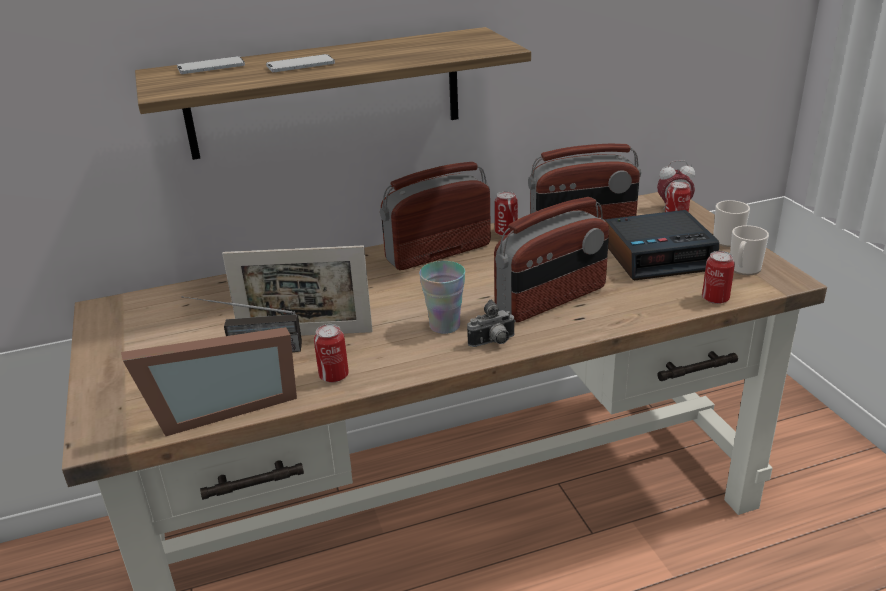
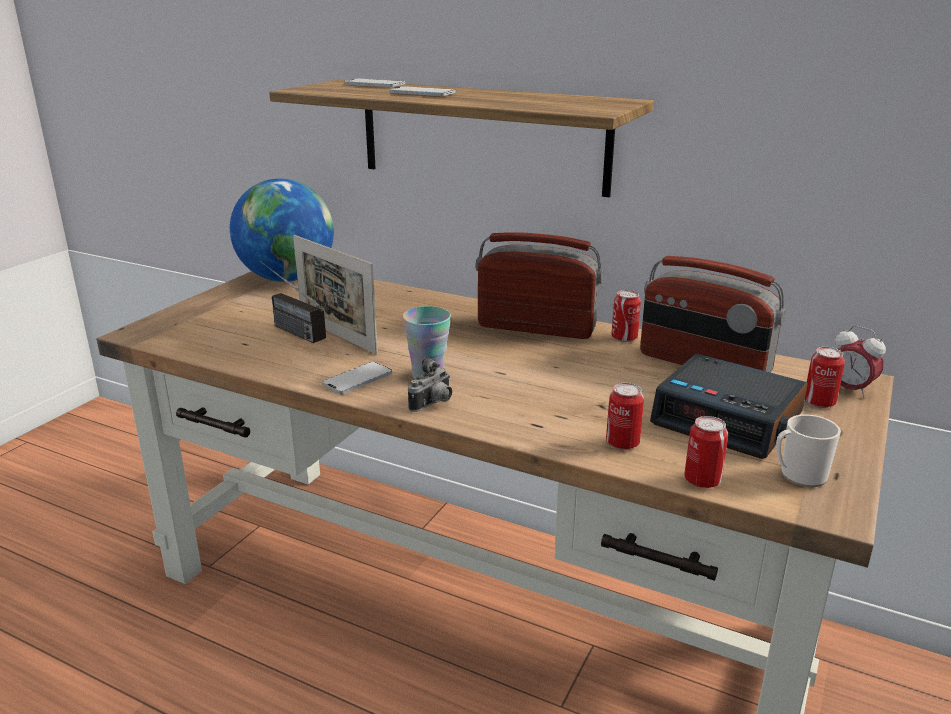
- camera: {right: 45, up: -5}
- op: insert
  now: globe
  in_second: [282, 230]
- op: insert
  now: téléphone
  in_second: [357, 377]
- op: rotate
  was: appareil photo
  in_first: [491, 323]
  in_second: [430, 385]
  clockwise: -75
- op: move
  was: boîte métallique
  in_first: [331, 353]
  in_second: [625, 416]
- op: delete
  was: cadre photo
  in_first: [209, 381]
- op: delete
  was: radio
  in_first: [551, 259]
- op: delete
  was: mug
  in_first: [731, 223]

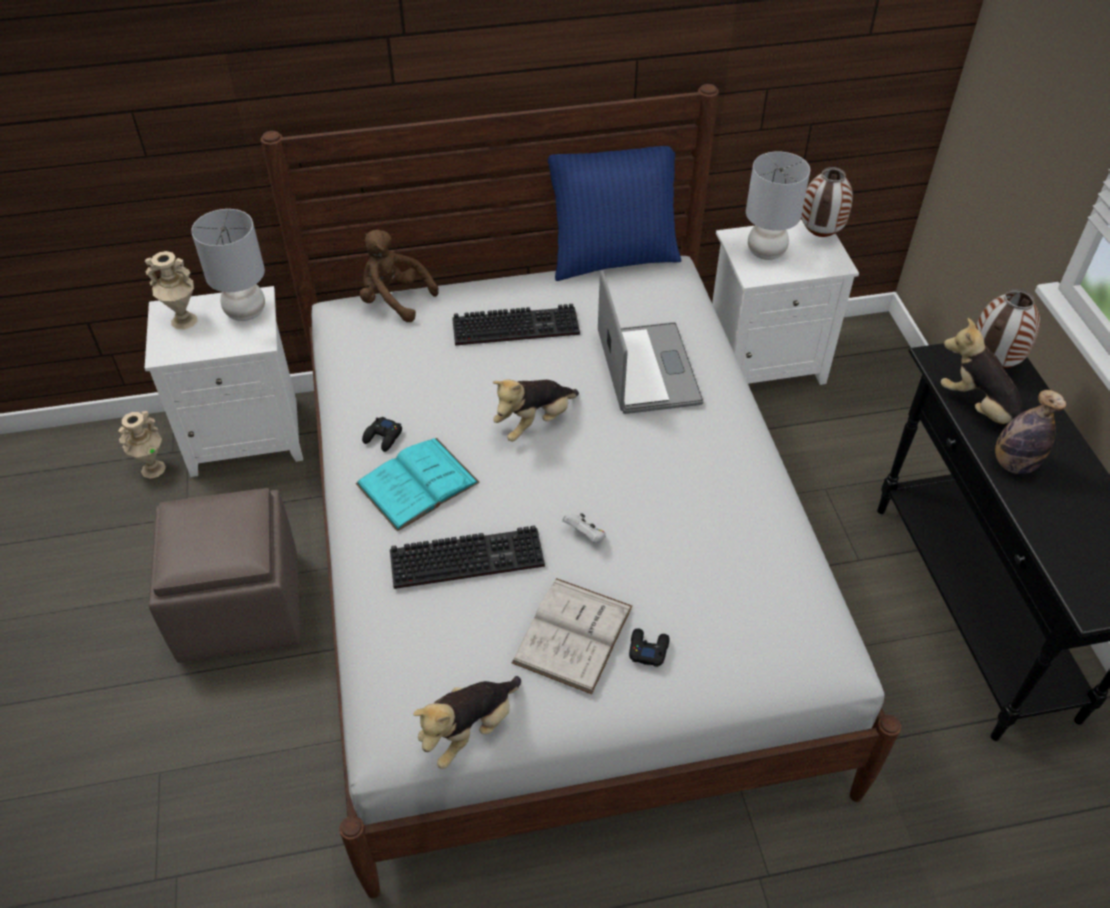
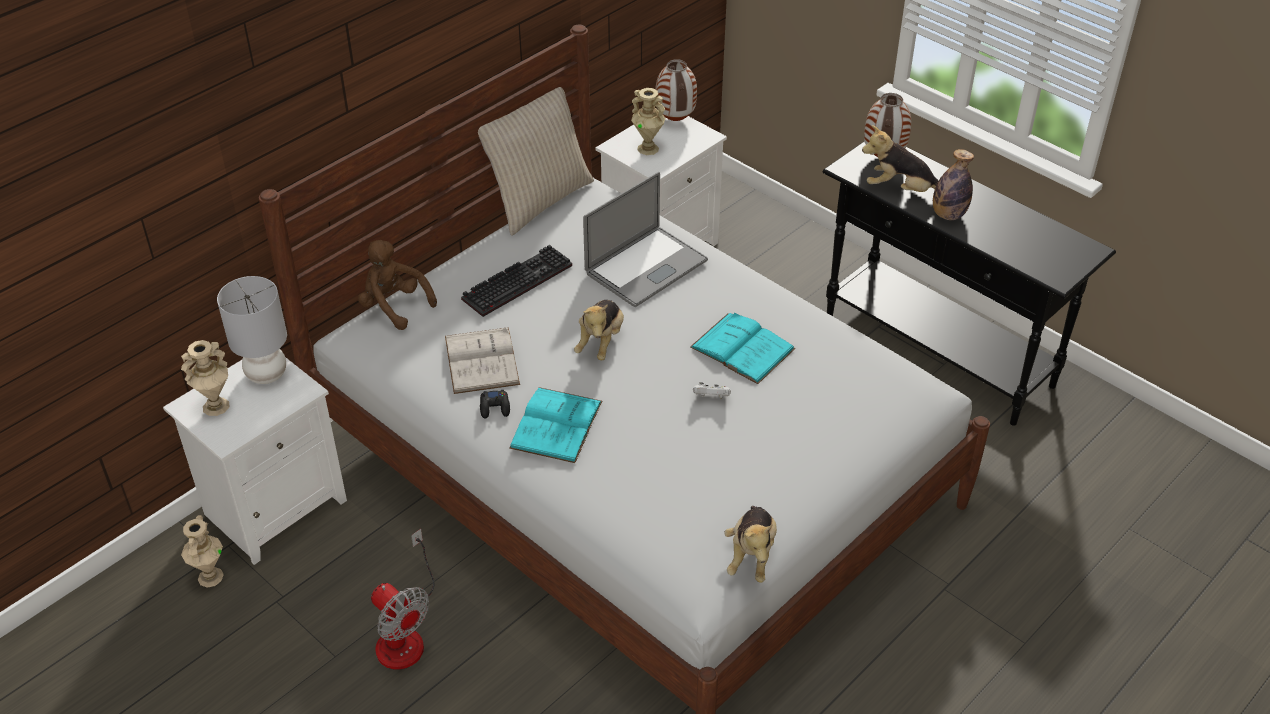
- camera: {right: -35, up: -5}
- op: rotate
  was: peluche (marron)
  in_first: [399, 276]
  in_second: [397, 285]
  clockwise: 45
- op: replace
  was: pouf (marron)
  now: ventilateur
  in_first: [224, 575]
  in_second: [403, 599]
- op: move
  was: livre (blanc)
  in_first: [572, 636]
  in_second: [482, 360]
- op: recolor
  was: coussin (bleu)
  now: coussin (beige)
  in_first: [615, 213]
  in_second: [536, 161]
- op: rotate
  was: ordinateur portable
  in_first: [650, 342]
  in_second: [645, 239]
  clockwise: 90
- op: replace
  was: lampe de table (gris)
  now: vase (beige)
  in_first: [778, 205]
  in_second: [648, 121]
- op: insert
  now: livre (turquoise)
  in_second: [742, 348]
- op: delete
  was: clavier
  in_first: [467, 557]
- op: delete
  was: manette (noir)
  in_first: [649, 648]

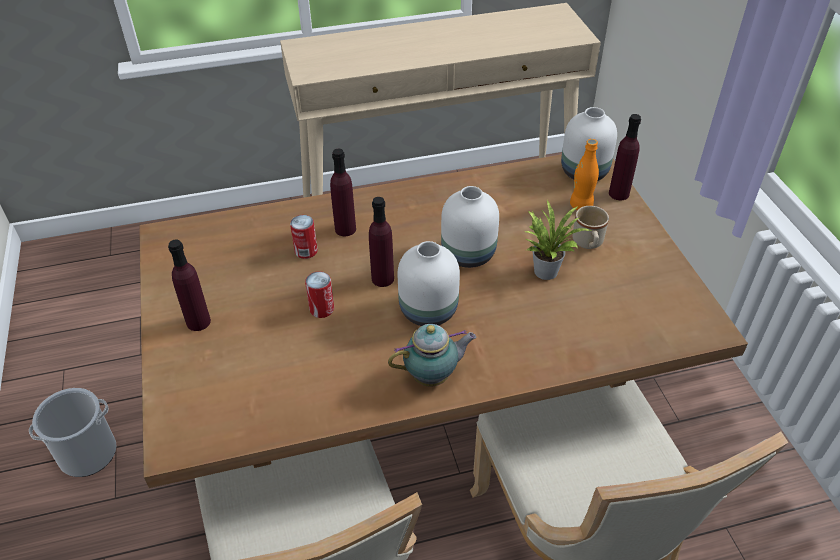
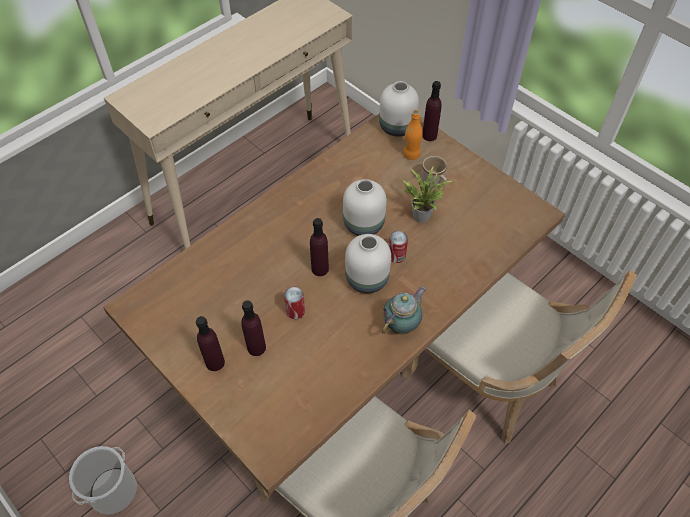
- camera: {right: -30, up: 10}
- op: move
  was: bouteille (violet)
  in_first: [343, 192]
  in_second: [253, 328]
- op: move
  was: boîte métallique
  in_first: [304, 237]
  in_second: [398, 247]

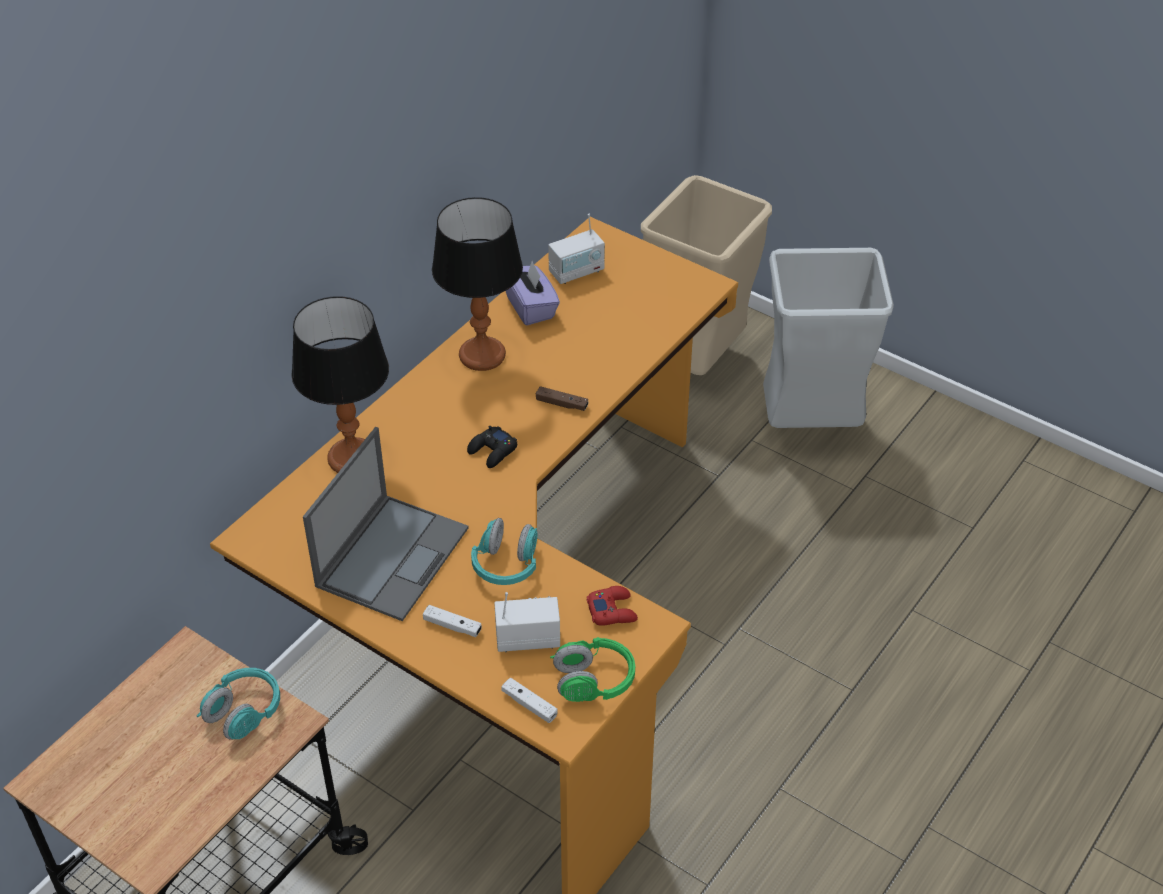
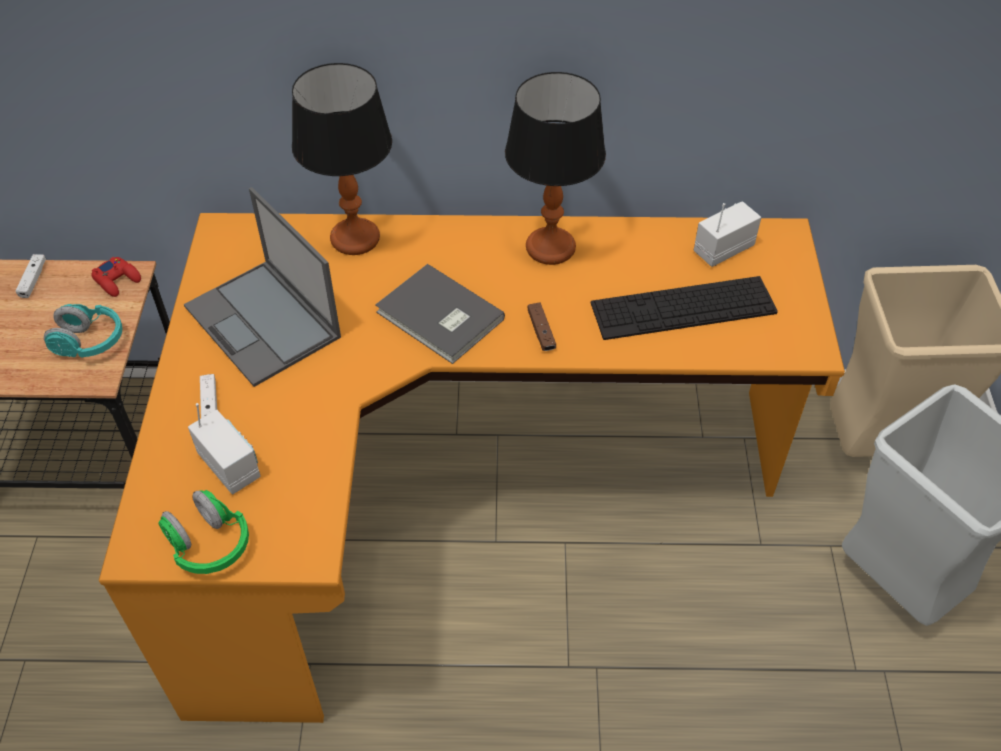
- camera: {right: 55, up: 5}
- op: move
  was: manette (blanc)
  in_first: [530, 700]
  in_second: [30, 276]
- op: move
  was: manette (rouge)
  in_first: [612, 606]
  in_second: [116, 277]
- op: rotate
  was: ordinateur portable
  in_first: [386, 524]
  in_second: [262, 287]
  clockwise: 60
- op: replace
  was: manette (noir)
  now: livre (gris)
  in_first: [492, 447]
  in_second: [440, 314]
- op: insert
  now: clavier
  in_second: [684, 308]
- op: rotate
  was: radio
  in_first: [576, 249]
  in_second: [727, 234]
  clockwise: 120
- op: delete
  was: casque audio (turquoise)
  in_first: [504, 551]
- op: delete
  was: boîte à mouchoirs (violet)
  in_first: [533, 293]

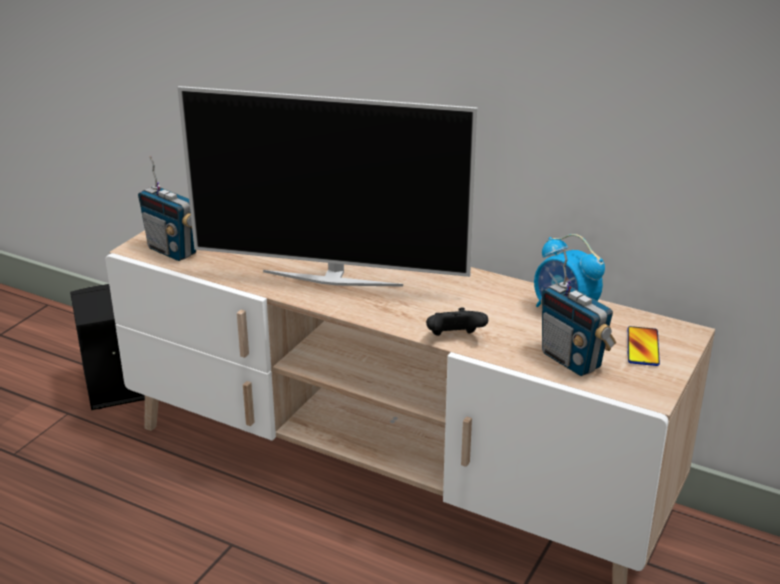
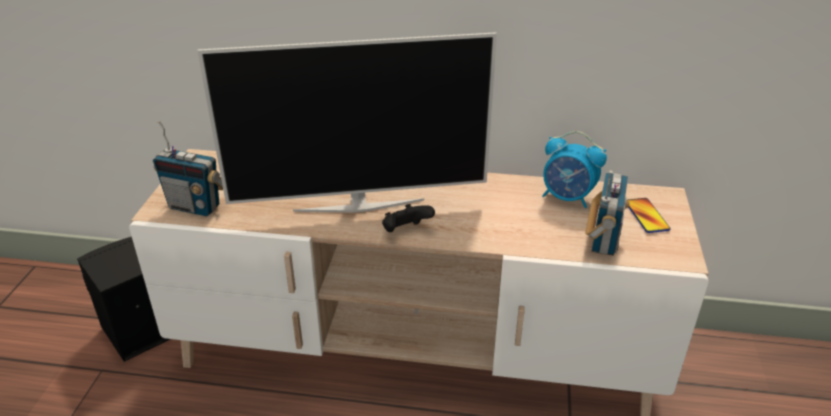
- camera: {right: -20, up: 5}
- op: move
  was: manette (noir)
  in_first: [457, 321]
  in_second: [408, 218]
- op: rotate
  was: radio
  in_first: [578, 312]
  in_second: [607, 213]
  clockwise: -105

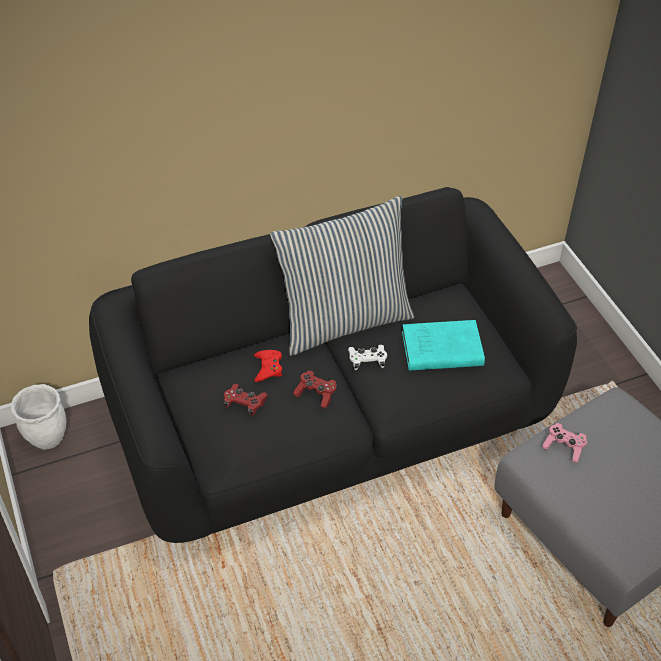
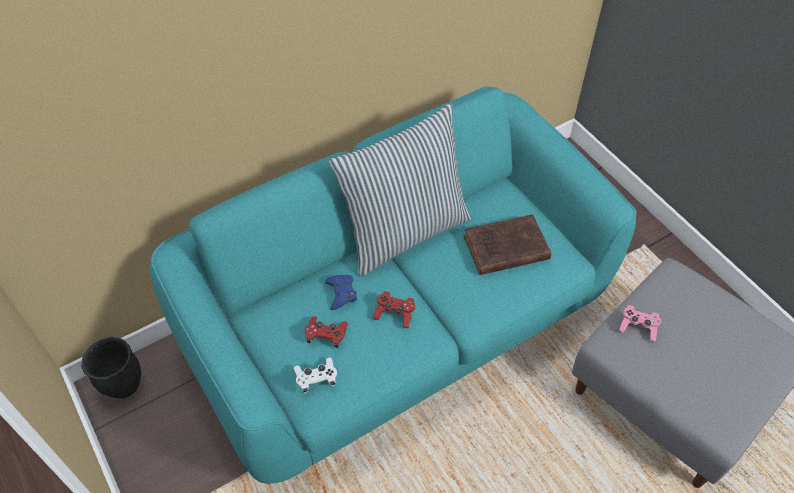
- camera: {right: -10, up: 5}
- op: recolor
  was: cache-pot (blanc)
  now: cache-pot (noir)
  in_first: [38, 417]
  in_second: [111, 368]
- op: recolor
  was: canapé (noir)
  now: canapé (turquoise)
  in_first: [333, 365]
  in_second: [393, 285]
- op: move
  was: manette (blanc)
  in_first: [367, 357]
  in_second: [315, 375]
- op: recolor
  was: manette (rouge)
  now: manette (bleu)
  in_first: [268, 366]
  in_second: [341, 292]
- op: recolor
  was: livre (turquoise)
  now: livre (marron)
  in_first: [443, 345]
  in_second: [507, 244]

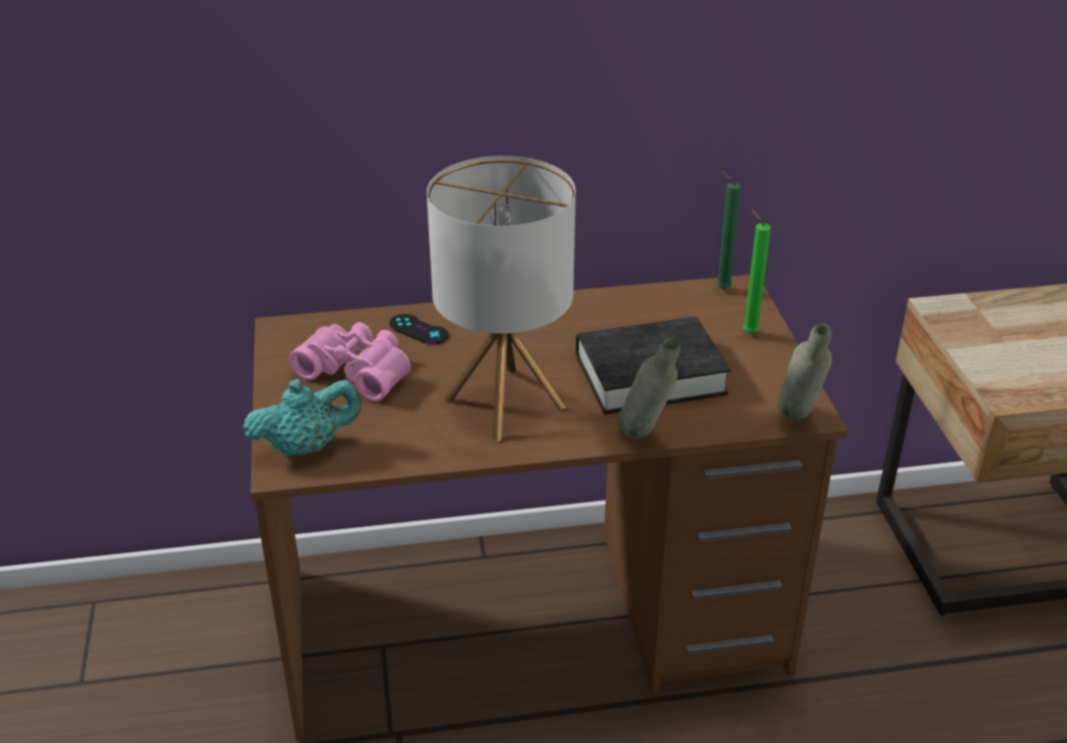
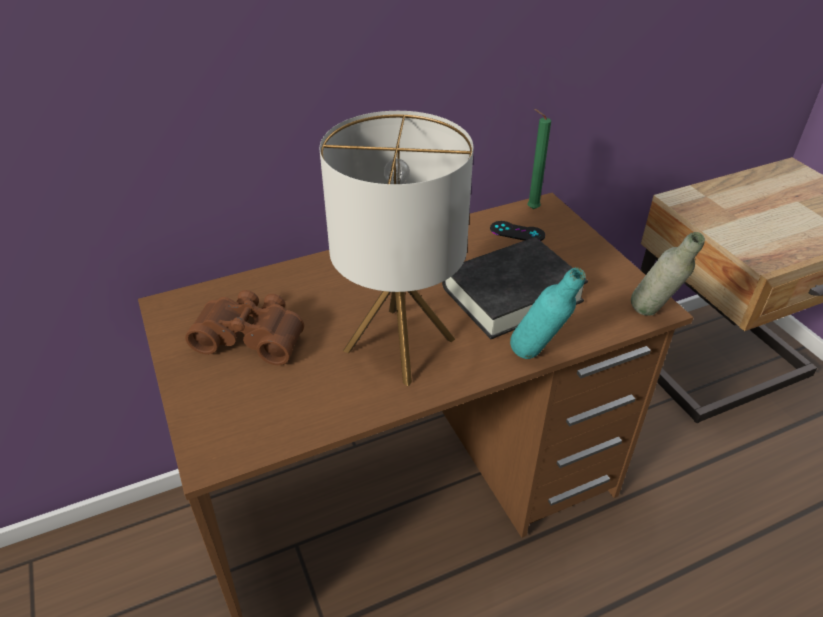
- camera: {right: -15, up: 5}
- op: recolor
  was: jumelles (rose)
  now: jumelles (marron)
  in_first: [349, 362]
  in_second: [244, 327]
- op: move
  was: manette (noir)
  in_first: [419, 329]
  in_second: [517, 231]
- op: recolor
  was: bouteille (gris)
  now: bouteille (turquoise)
  in_first: [649, 388]
  in_second: [548, 313]
- op: delete
  was: théière (turquoise)
  in_first: [302, 418]
- op: delete
  was: bougie (vert)
  in_first: [757, 271]

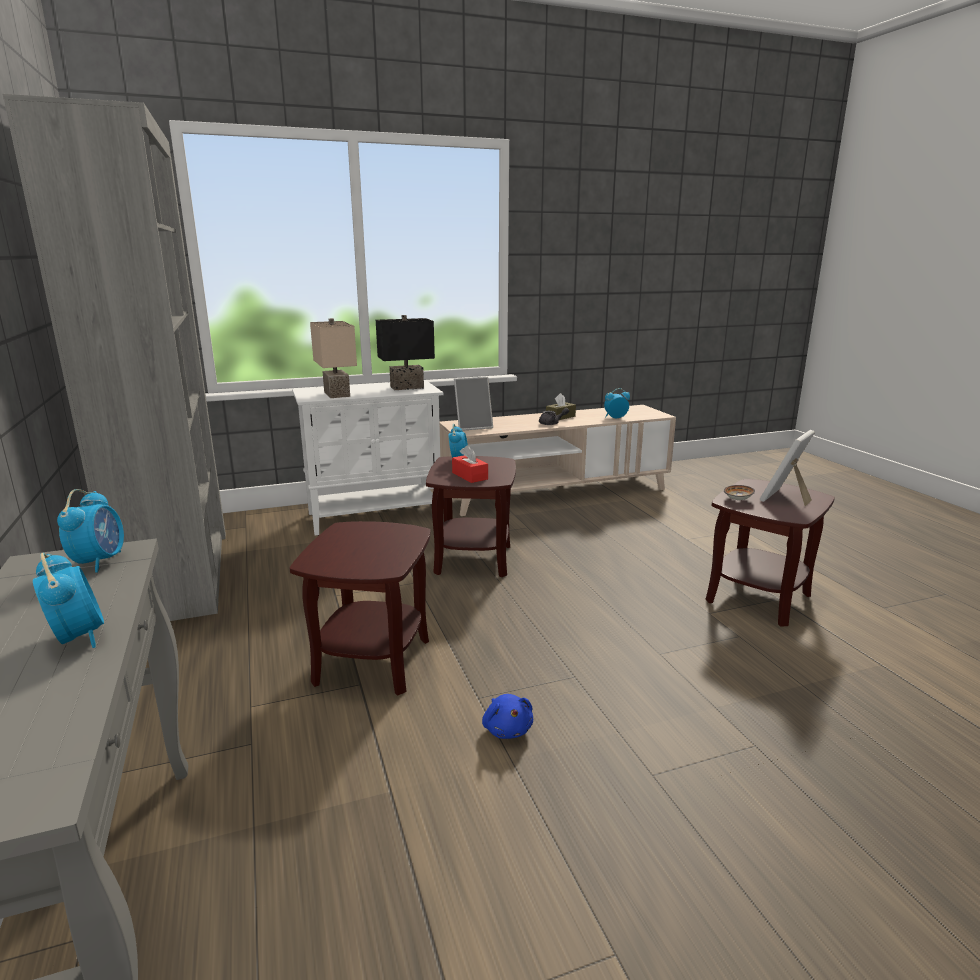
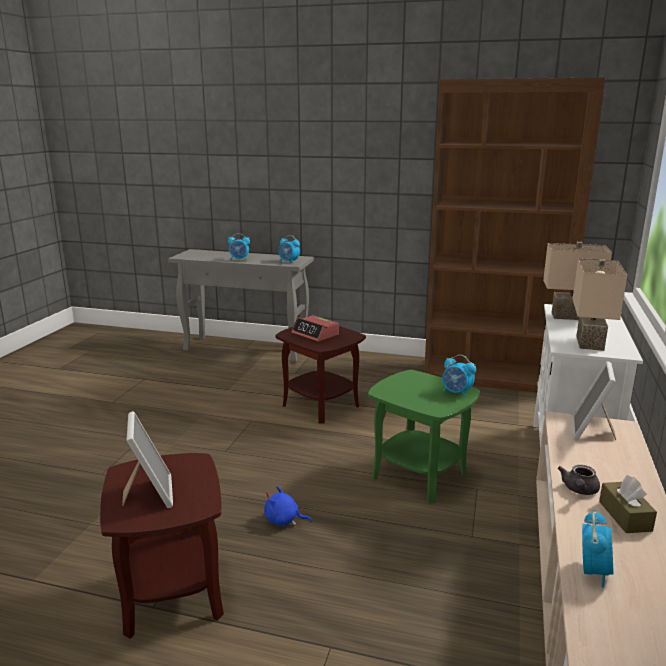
- camera: {right: 125, up: 0}
- op: move
  was: peluche (bleu)
  in_first: [507, 716]
  in_second: [288, 506]
- op: insert
  now: réveil
  in_second: [315, 328]
- op: recolor
  was: table d'appoint (marron)
  now: table d'appoint (vert)
  in_first: [471, 516]
  in_second: [424, 437]
- op: recolor
  was: bibliothèque (gris)
  now: bibliothèque (marron)
  in_first: [114, 357]
  in_second: [514, 235]
- op: recolor
  was: lampe de table (noir)
  now: lampe de table (beige)
  in_first: [405, 352]
  in_second: [600, 304]
- op: delete
  was: boîte à mouchoirs (rouge)
  in_first: [470, 464]
- op: delete
  was: bol
  in_first: [739, 493]

